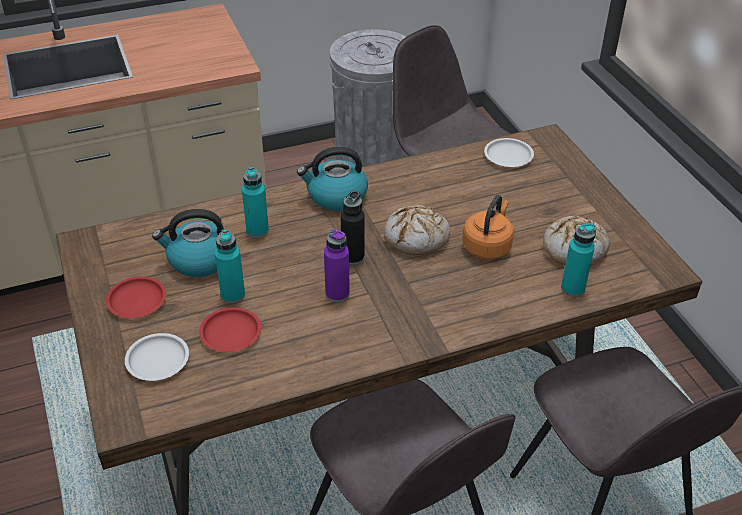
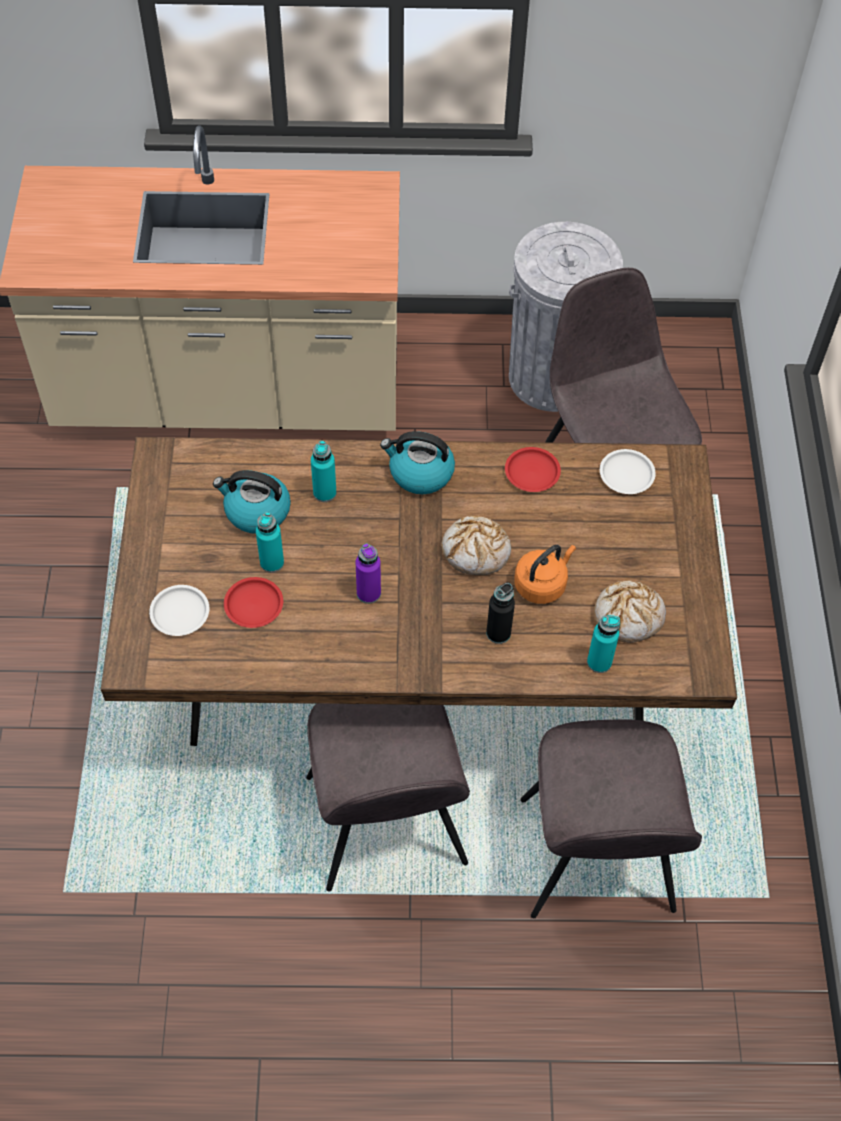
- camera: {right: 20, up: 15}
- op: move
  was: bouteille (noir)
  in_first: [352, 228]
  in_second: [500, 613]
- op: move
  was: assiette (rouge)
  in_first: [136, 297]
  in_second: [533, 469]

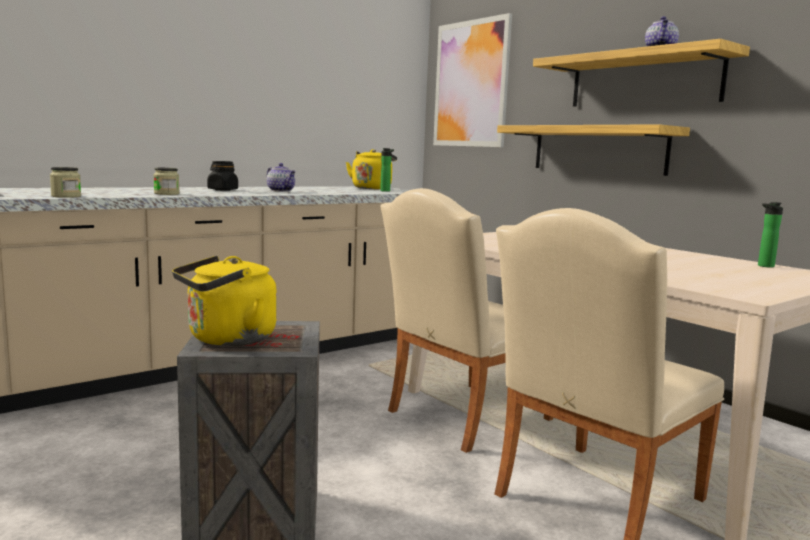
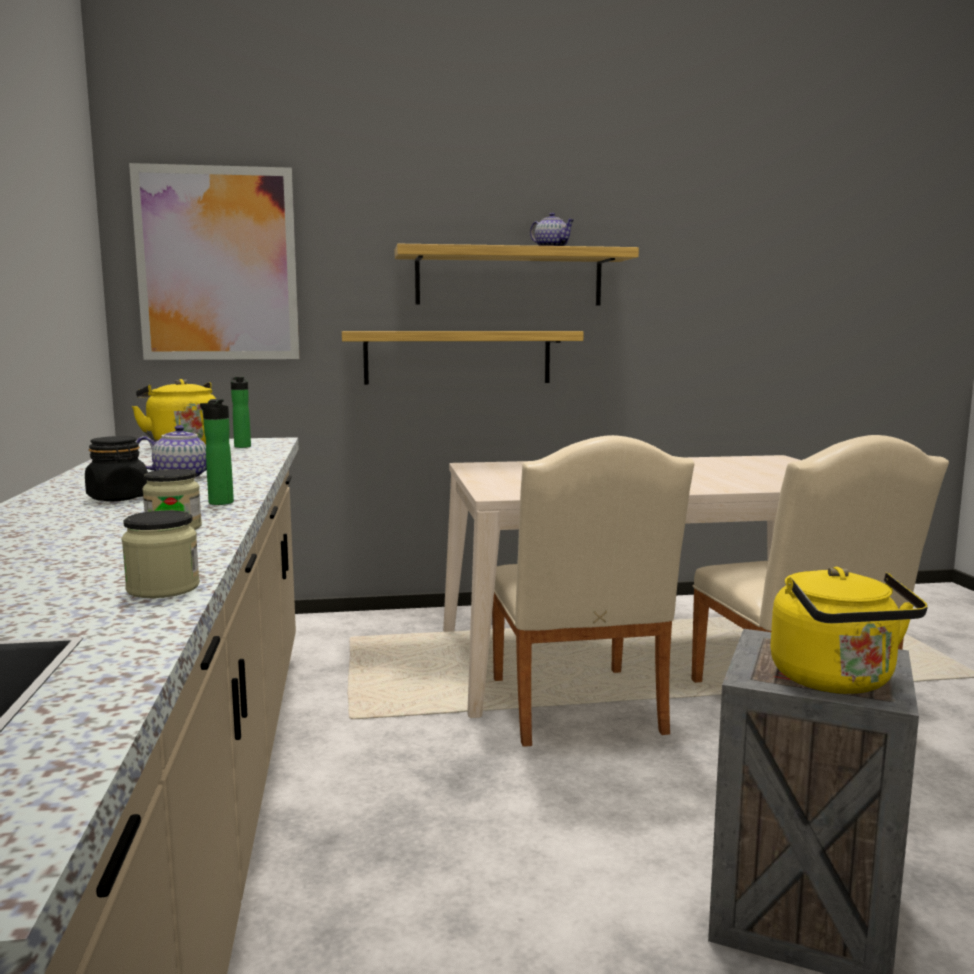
- camera: {right: -60, up: 0}
- op: move
  was: bouteille
  in_first: [770, 235]
  in_second: [217, 452]

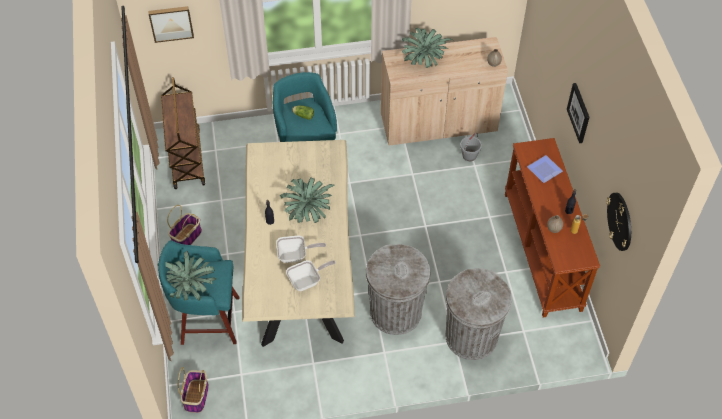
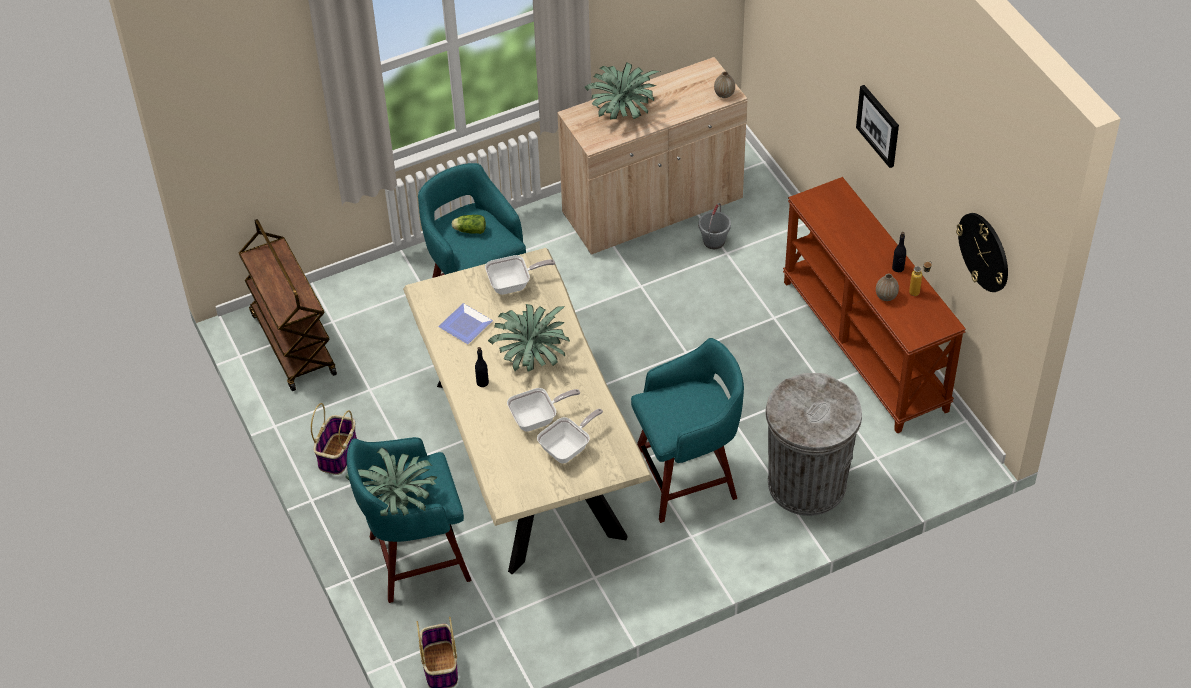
- camera: {right: -15, up: -5}
- op: move
  was: assiette
  in_first: [545, 169]
  in_second: [465, 323]
- op: insert
  now: poêle
  in_second: [520, 275]
- op: replace
  was: poubelle (gris)
  now: tabouret (turquoise)
  in_first: [398, 289]
  in_second: [687, 430]
- op: delete
  was: tableau
  in_first: [171, 24]

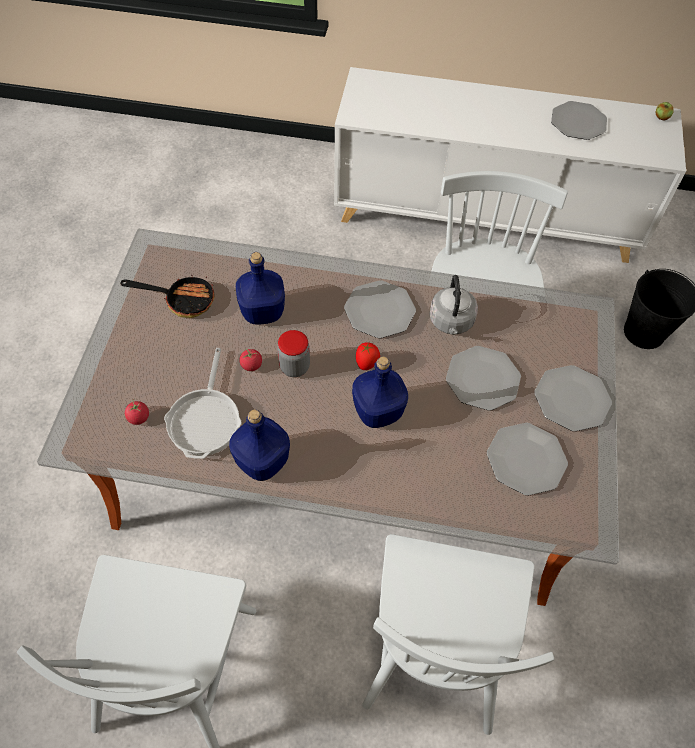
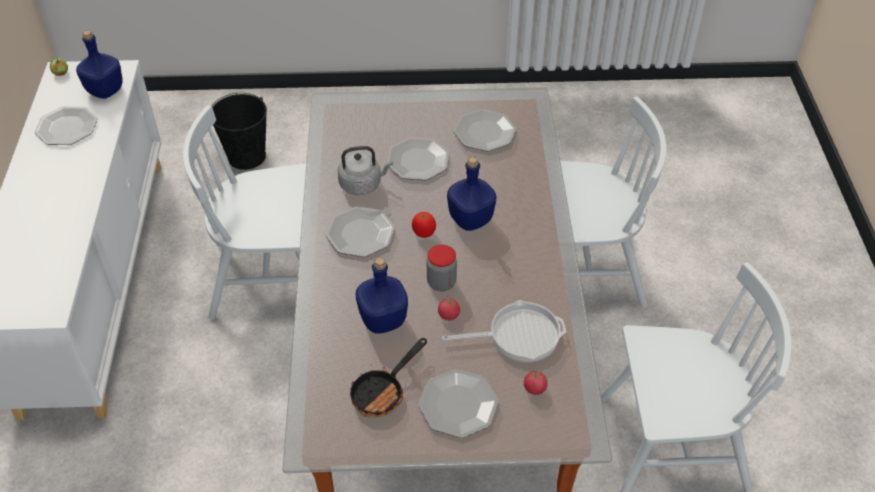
- camera: {right: -100, up: -10}
- op: move
  was: bouteille (bleu)
  in_first: [259, 445]
  in_second: [99, 65]
- op: rotate
  was: poêle
  in_first: [167, 296]
  in_second: [388, 377]
  clockwise: -135
- op: move
  was: assiette
  in_first: [573, 398]
  in_second: [458, 403]

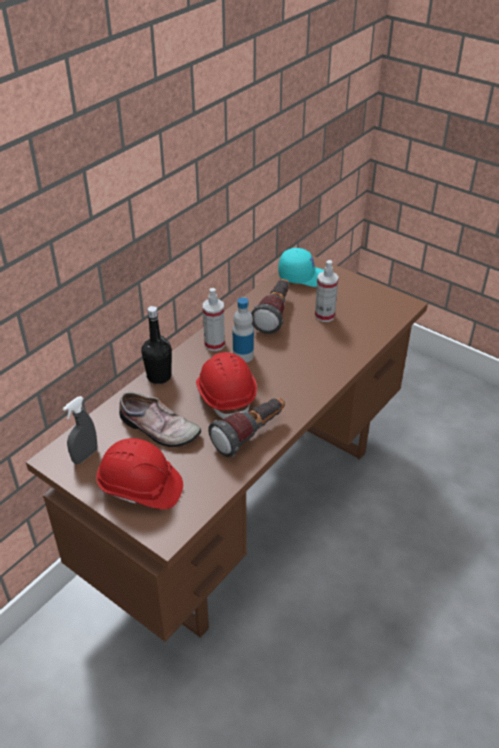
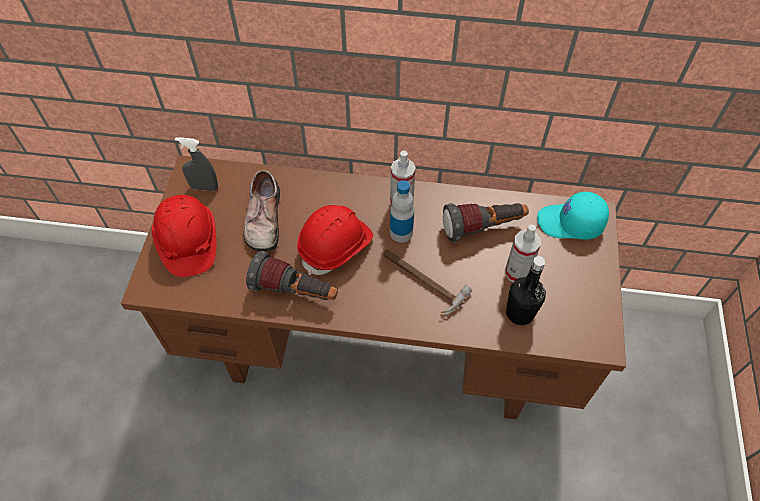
- camera: {right: 60, up: 15}
- op: insert
  now: marteau
  in_second: [427, 283]
- op: move
  was: bouteille (noir)
  in_first: [156, 345]
  in_second: [526, 290]
- op: rotate
  was: casquette (turquoise)
  in_first: [301, 267]
  in_second: [573, 216]
  clockwise: 120

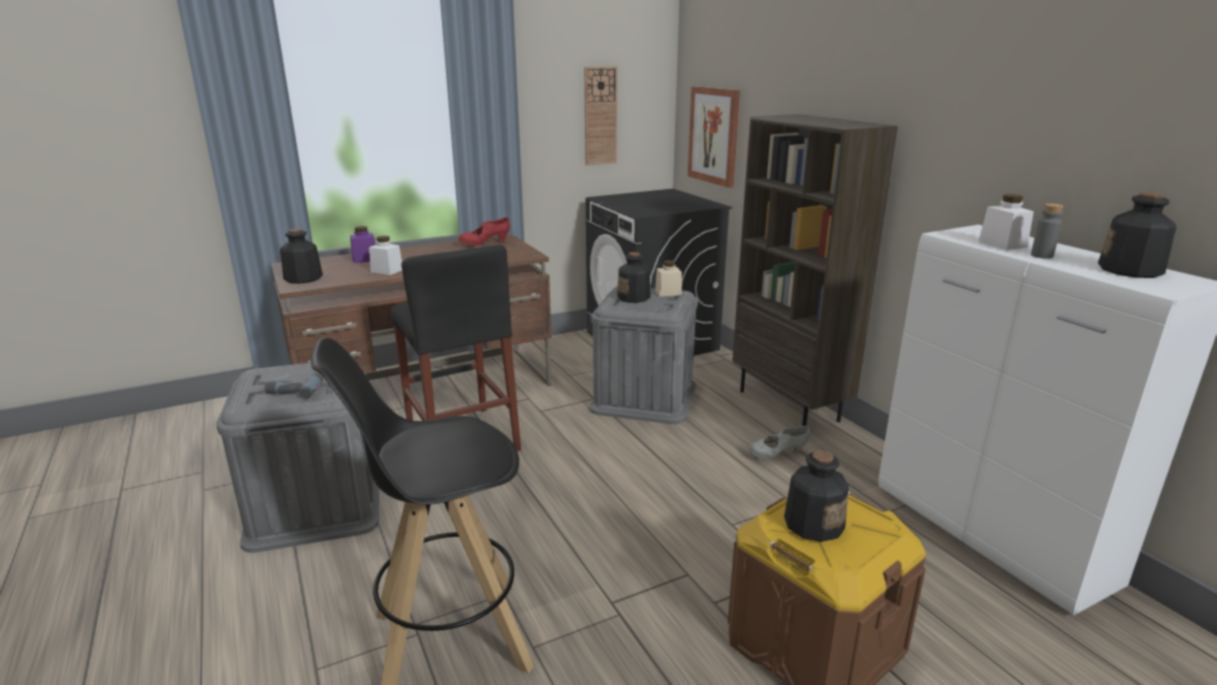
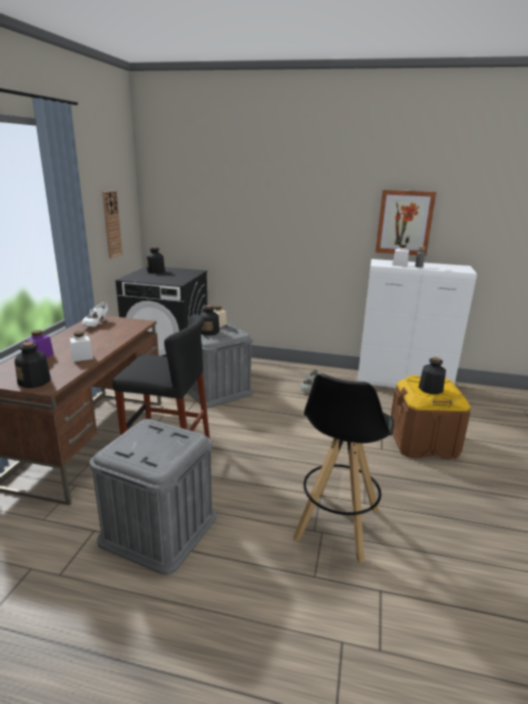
- camera: {right: -50, up: 0}
- op: recolor
  was: chaussure (rouge)
  now: chaussure (blanc)
  in_first: [484, 231]
  in_second: [95, 314]
- op: move
  was: bouteille
  in_first: [1137, 235]
  in_second: [155, 260]
- op: move
  was: tableau
  in_first: [714, 137]
  in_second: [405, 223]
- op: delete
  was: perceuse
  in_first: [294, 385]
- op: delete
  was: bibliothèque (marron)
  in_first: [815, 270]

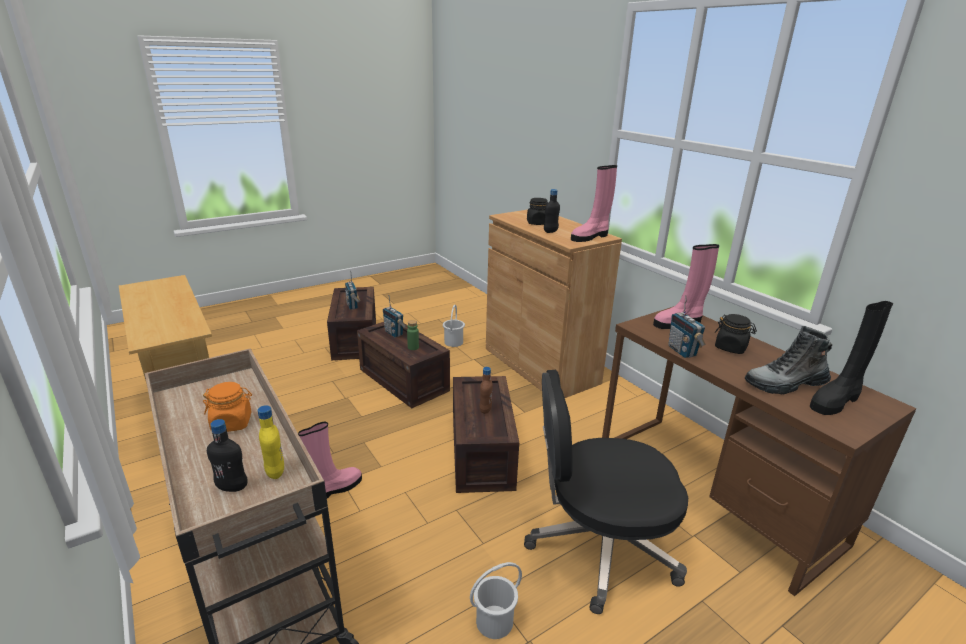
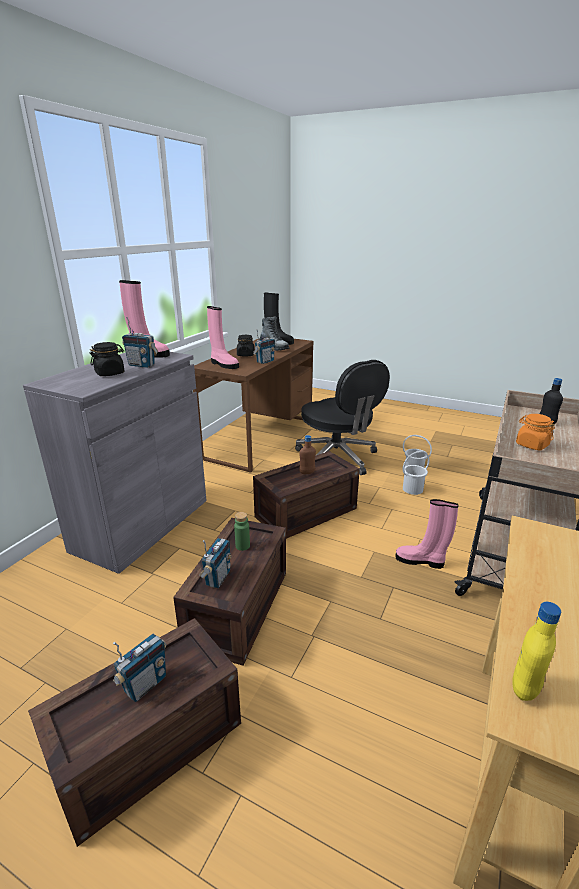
- camera: {right: -120, up: 0}
- op: recolor
  was: meuble de rangement (marron)
  now: meuble de rangement (gris)
  in_first: [554, 304]
  in_second: [115, 463]
- op: replace
  was: bouteille (noir)
  now: radio
  in_first: [552, 211]
  in_second: [140, 342]
- op: move
  was: seau (blanc)
  in_first: [454, 326]
  in_second: [416, 473]
- op: move
  was: bouteille (jaune)
  in_first: [271, 442]
  in_second: [536, 651]

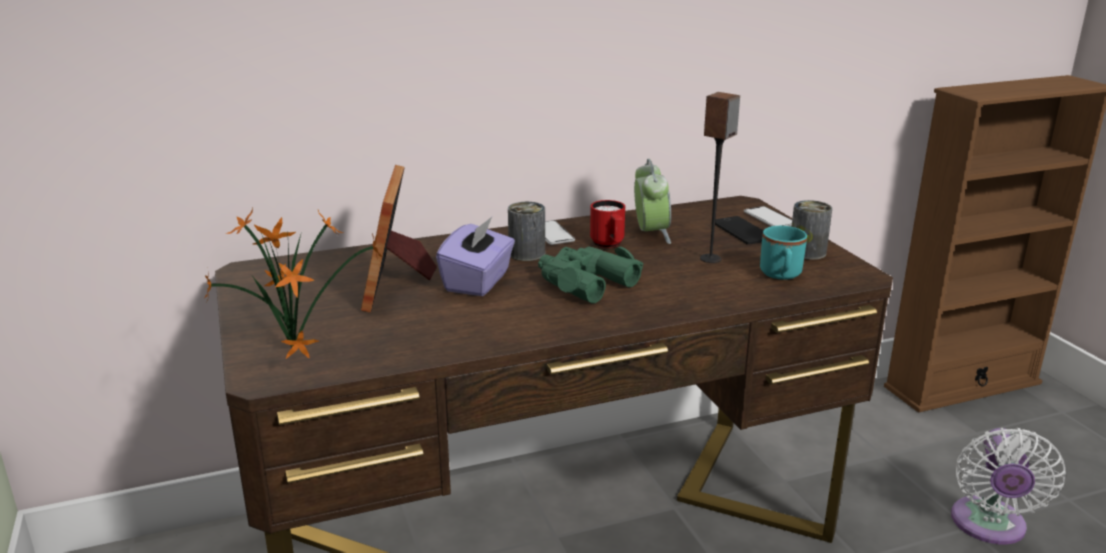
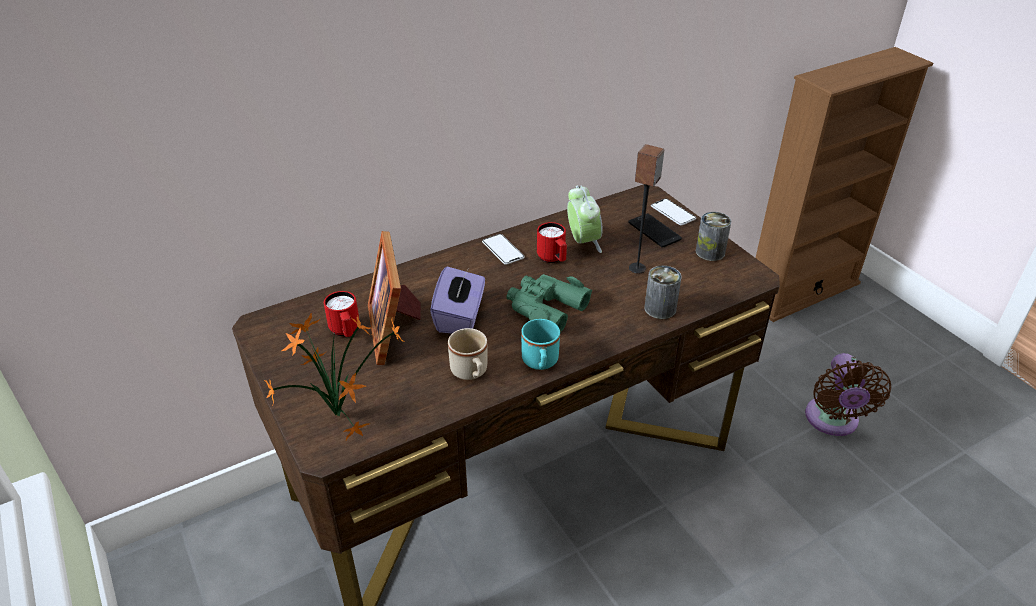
- camera: {right: -10, up: 15}
- op: insert
  now: mug (rouge)
  in_second: [342, 314]
- op: insert
  now: mug (beige)
  in_second: [467, 354]
- op: move
  was: mug (turquoise)
  in_first: [783, 253]
  in_second: [540, 344]
- op: move
  was: boîte métallique
  in_first: [526, 231]
  in_second: [663, 292]
- op: recolor
  was: ventilateur (blanc)
  now: ventilateur (marron)
  in_first: [1008, 486]
  in_second: [848, 394]

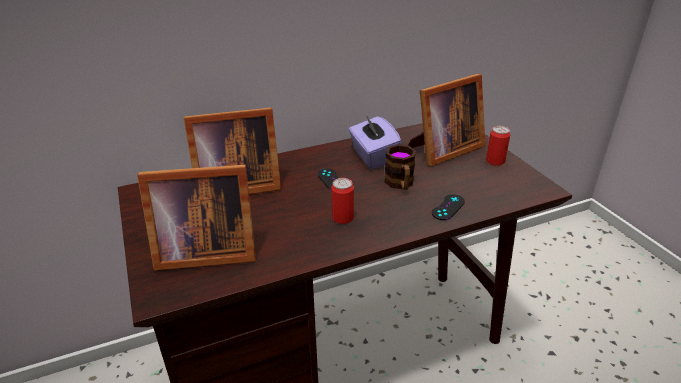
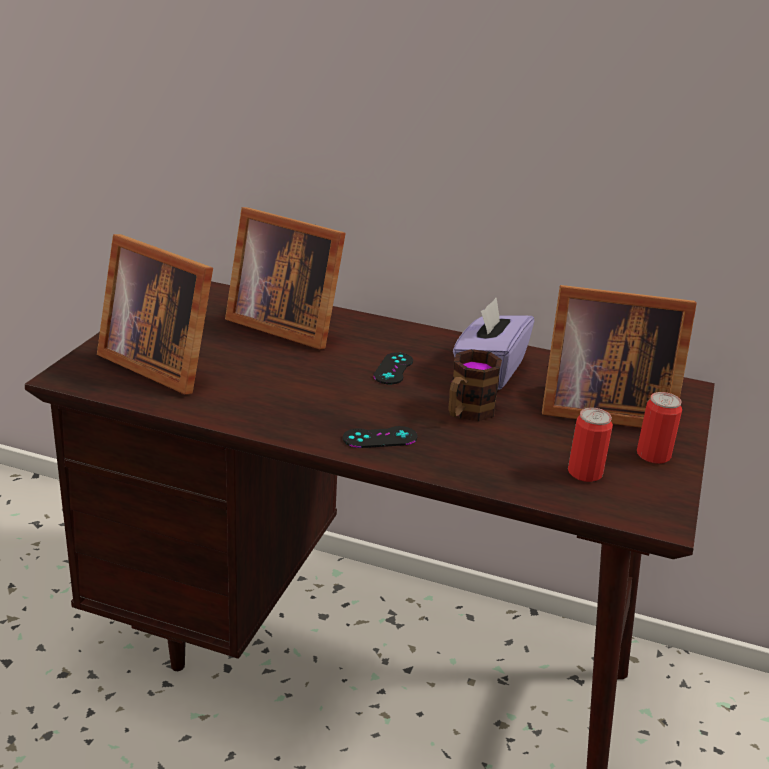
- camera: {right: 40, up: -5}
- op: move
  was: manette (noir)
  in_first: [448, 207]
  in_second: [380, 437]
- op: move
  was: boîte métallique
  in_first: [342, 201]
  in_second: [590, 445]

